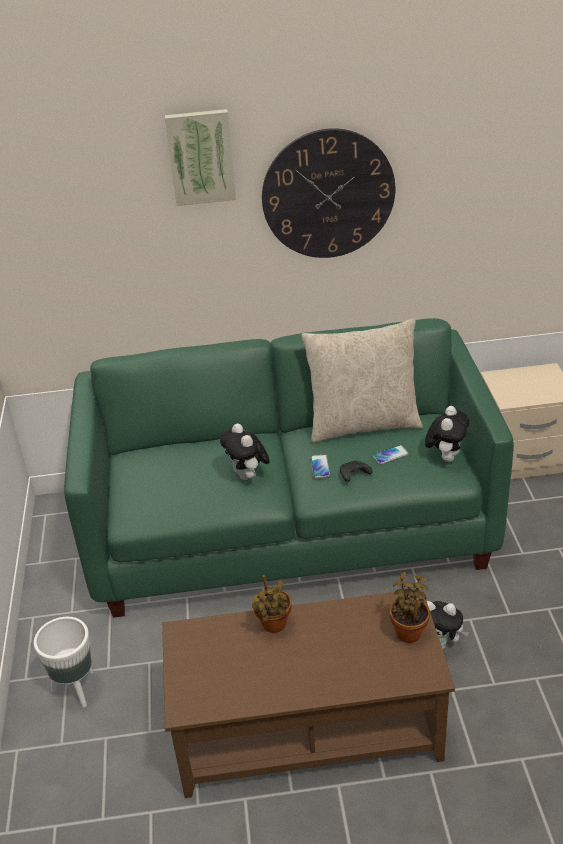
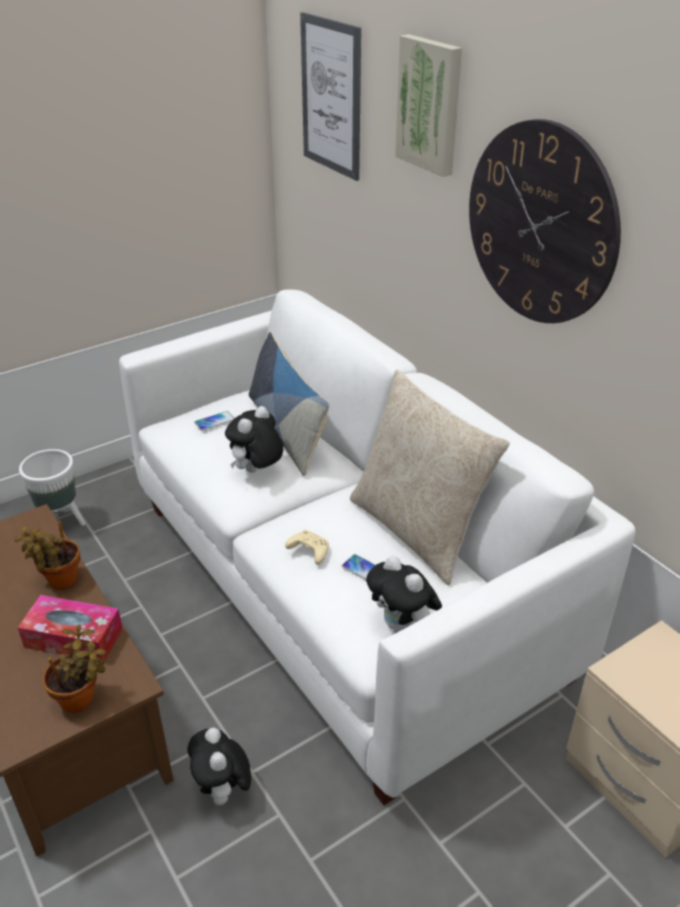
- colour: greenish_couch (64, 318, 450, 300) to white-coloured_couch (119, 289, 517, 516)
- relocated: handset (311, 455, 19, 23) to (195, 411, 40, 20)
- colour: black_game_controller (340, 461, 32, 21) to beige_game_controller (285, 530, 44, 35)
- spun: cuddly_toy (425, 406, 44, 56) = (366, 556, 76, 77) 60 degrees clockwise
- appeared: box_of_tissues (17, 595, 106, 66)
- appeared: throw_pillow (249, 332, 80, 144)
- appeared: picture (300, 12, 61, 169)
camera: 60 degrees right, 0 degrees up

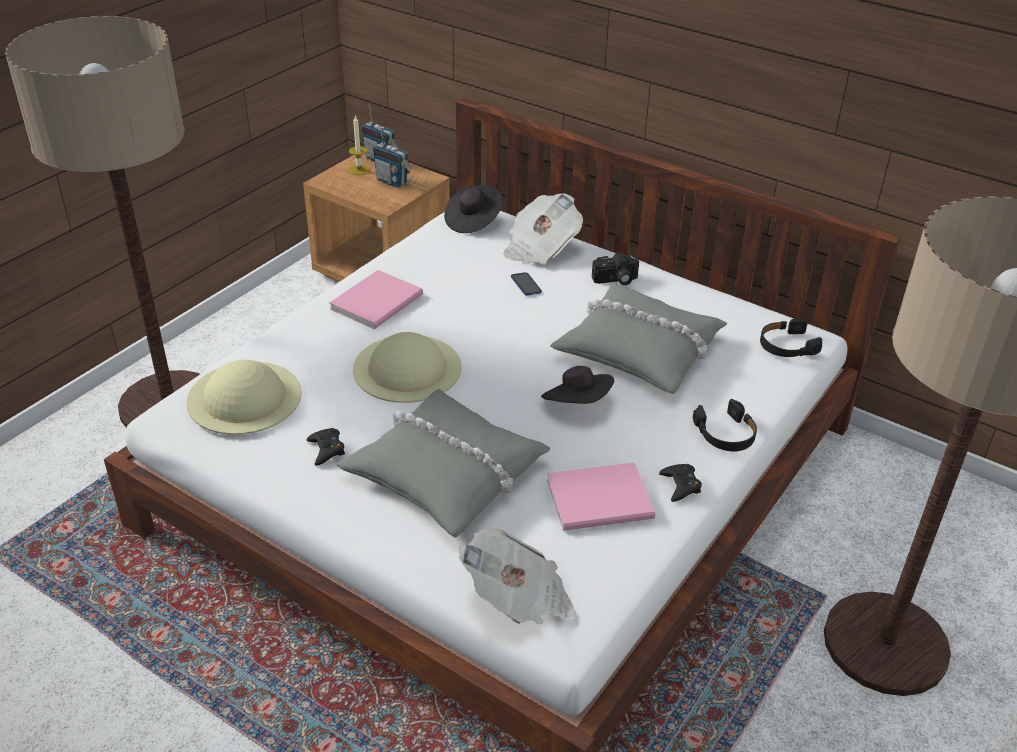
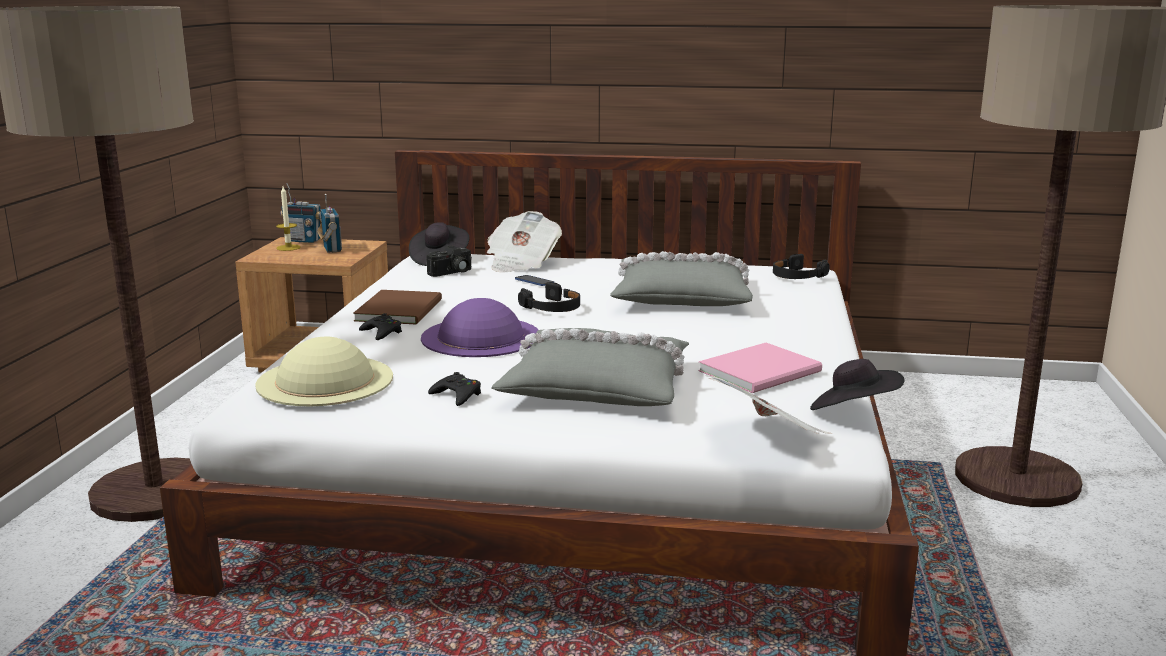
- colour: pink_book (329, 270, 94, 59) to brown-coloured_book (353, 290, 89, 35)
- colour: beige_wearable_hat (353, 332, 109, 71) to purplish_wearable_hat (421, 298, 117, 59)
- spun: radio_set (373, 125, 39, 63) = (317, 194, 25, 59) 120 degrees counterclockwise
- relocated: black_wearable_hat (541, 366, 73, 38) to (810, 359, 95, 51)
- relocated: still_camera (592, 252, 47, 34) to (426, 246, 46, 31)
- relocated: black_game_controller (659, 464, 43, 38) to (359, 313, 43, 27)
- relocated: black_headphones (693, 399, 64, 53) to (518, 282, 62, 30)
camera: 25 degrees left, 20 degrees down

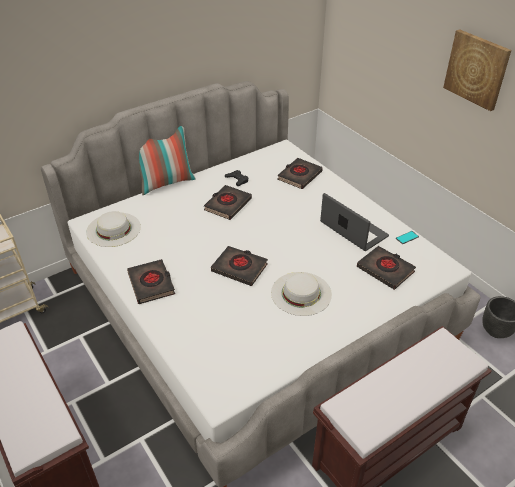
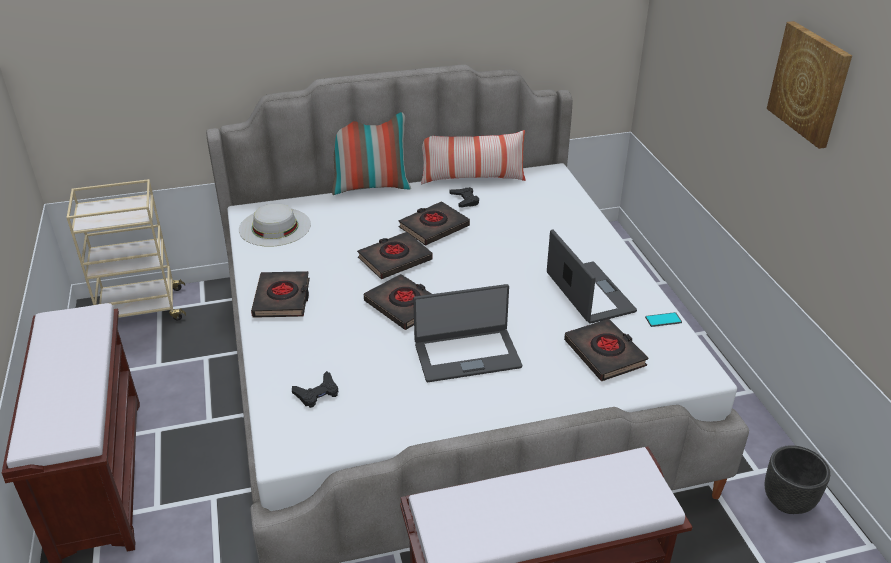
- exchanged: white-coloured_wearable_hat (271, 272, 61, 44) to portable_computer (413, 284, 109, 98)
- relocated: black_book (278, 158, 45, 31) to (357, 232, 76, 47)
- appeared: black_game_controller (292, 371, 46, 37)
- appeared: throw_pillow (421, 130, 105, 55)
camera: 20 degrees right, 5 degrees down

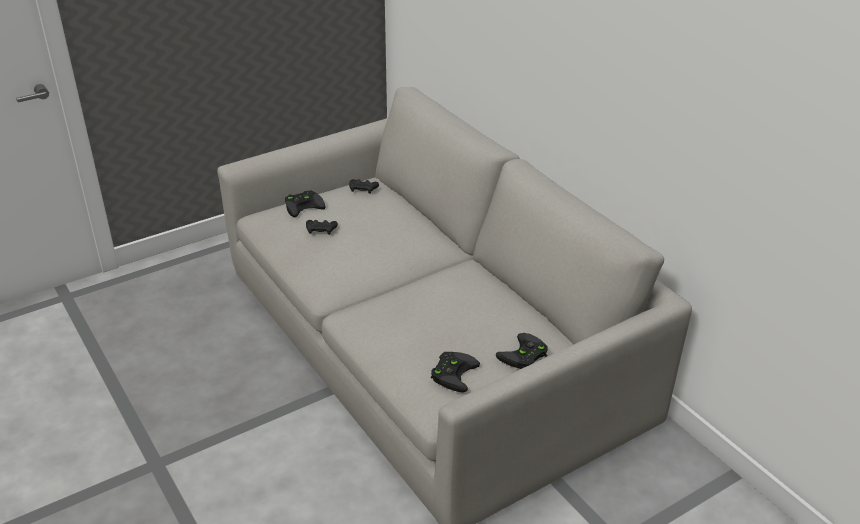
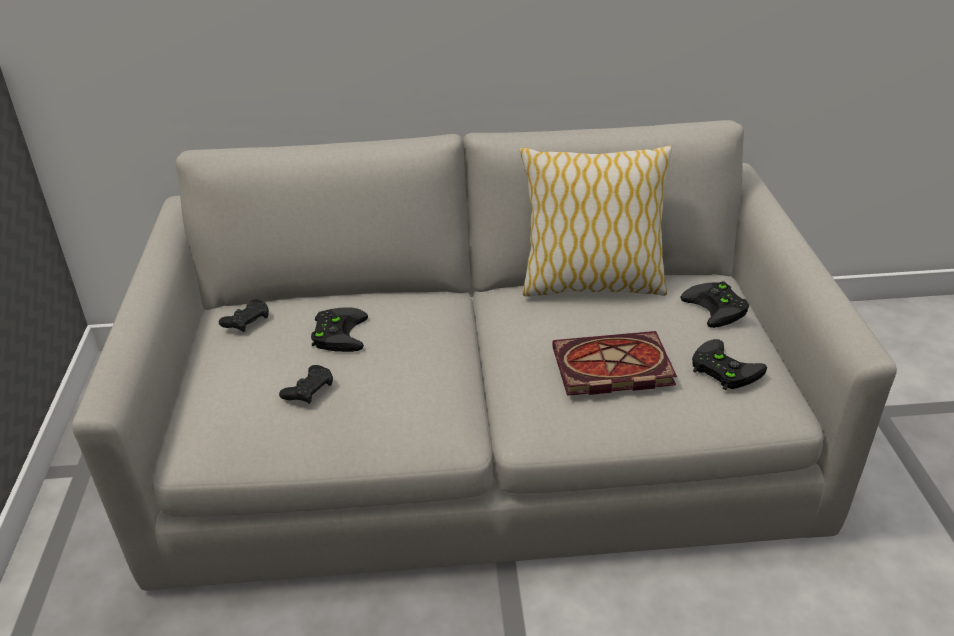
- relocated: black_game_controller (285, 190, 40, 27) to (311, 307, 57, 45)
- appeared: throw_pillow (520, 145, 152, 152)
- appeared: book (552, 331, 125, 65)
camera: 60 degrees left, 0 degrees up

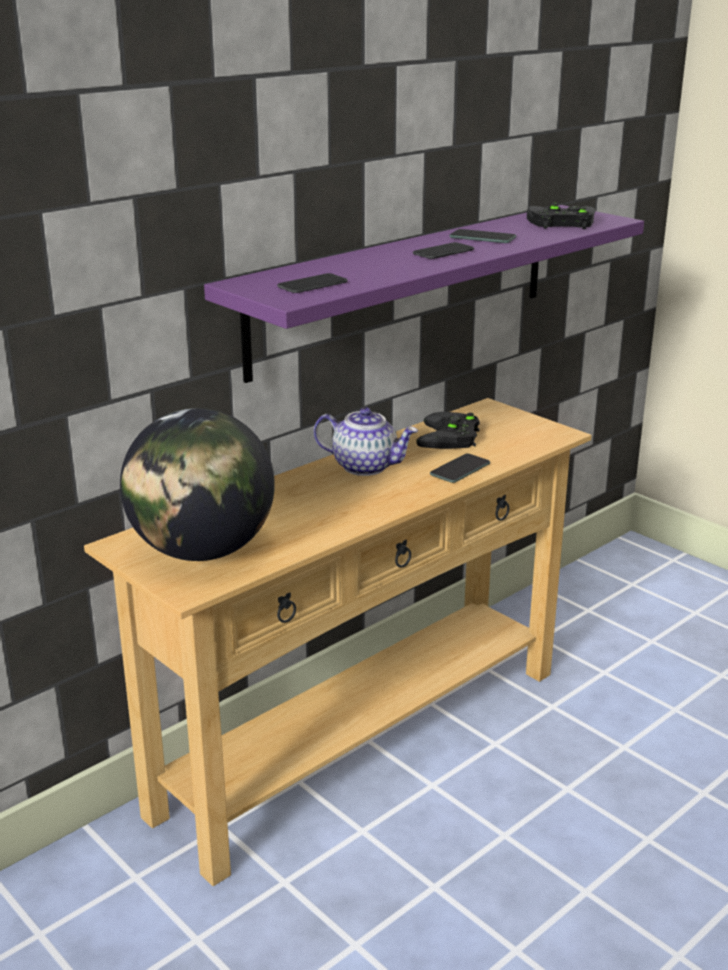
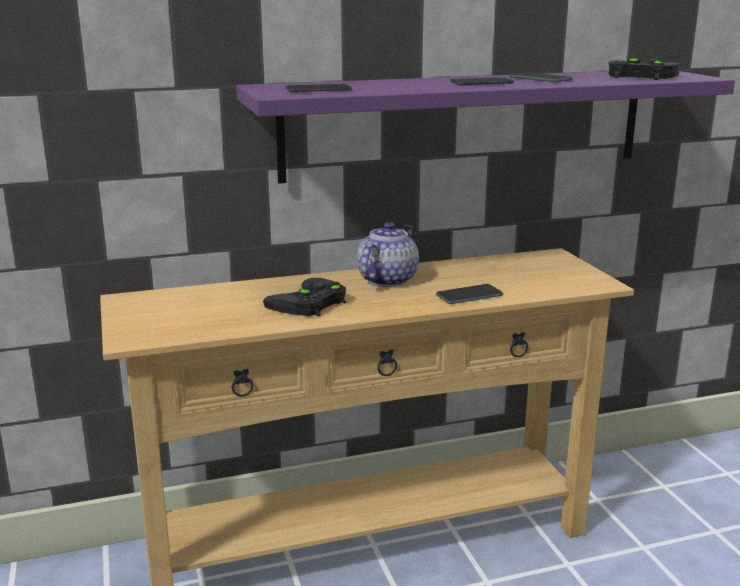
- missing: world_globe (120, 408, 155, 153)
- spun: tea_pot (314, 407, 104, 69) = (357, 222, 62, 65) 105 degrees counterclockwise
- relocated: black_game_controller (416, 412, 64, 37) to (263, 278, 83, 38)
camera: 25 degrees right, 5 degrees down

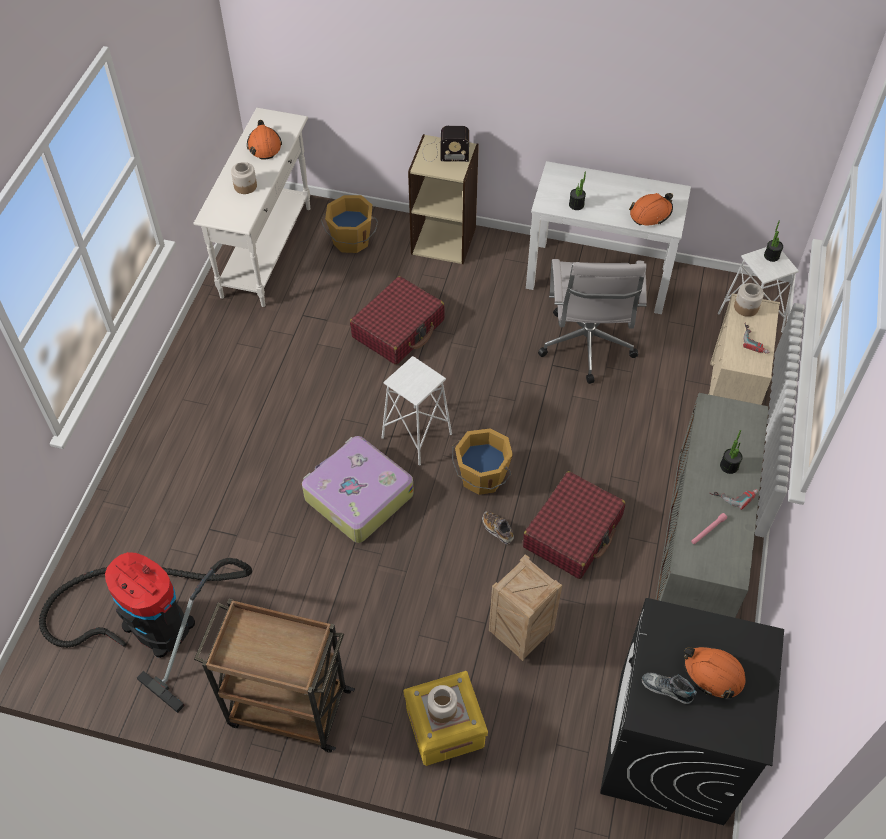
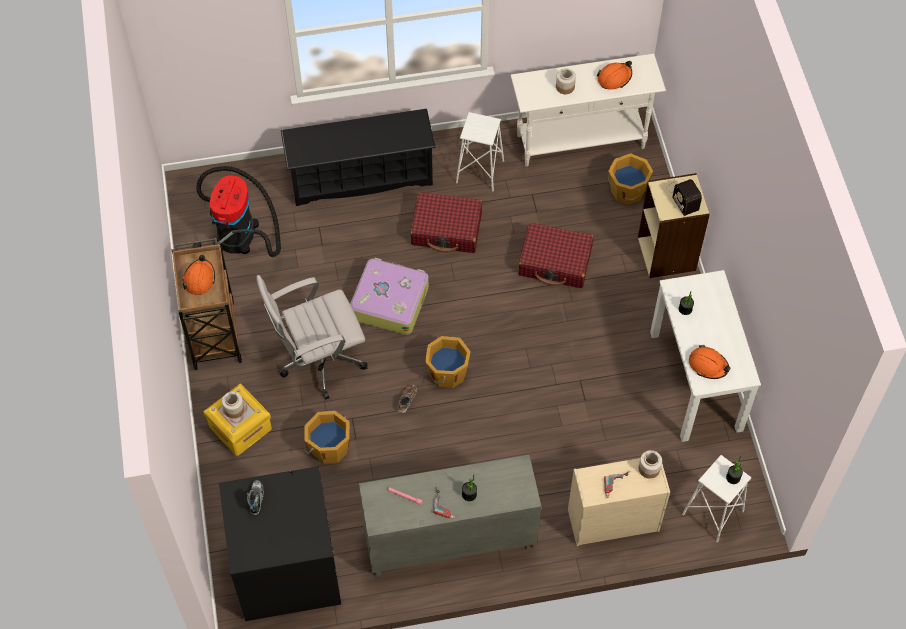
- relocated: white-coloured_stool (381, 356, 71, 109) to (456, 112, 48, 79)
- exchanged: crate (489, 554, 73, 107) to orangey_bucket (304, 411, 46, 53)
- relocated: red_suitcase (523, 471, 102, 108) to (410, 192, 72, 61)
- relocated: white-coloured_desk_chair (538, 259, 109, 125) to (256, 275, 112, 125)
- relocated: orangey_hard_hat (683, 646, 63, 53) to (183, 254, 32, 41)
- appeared: black_shoe_shelf (281, 109, 155, 97)
camera: 65 degrees right, 5 degrees up

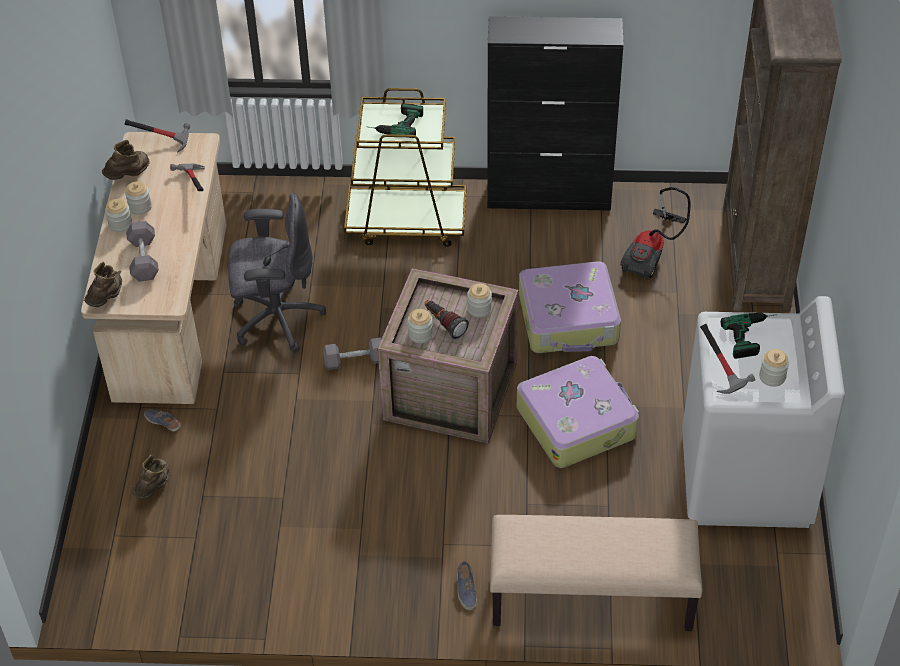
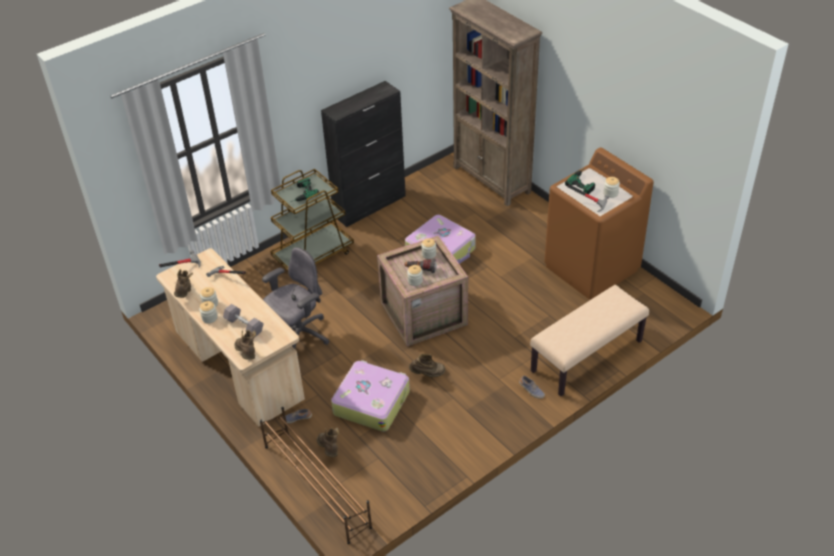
- missing: grey_dumbbell (323, 337, 59, 33)
- relocated: suitcase (517, 356, 122, 112) to (331, 360, 79, 72)
- missing: vacuum_cleaner (621, 187, 70, 93)
- colour: white-coloured_laundry_machine (682, 296, 163, 232) to brown-coloured_laundry_machine (544, 148, 110, 152)
- appeared: brown-coloured_shoe_shelf (260, 407, 112, 137)
- appeared: brown-coloured_boot (409, 354, 36, 23)
camera: 40 degrees left, 5 degrees down

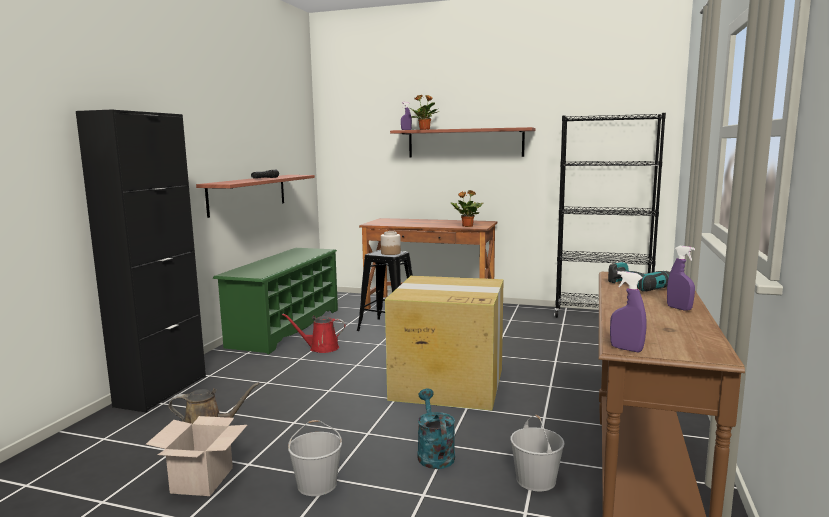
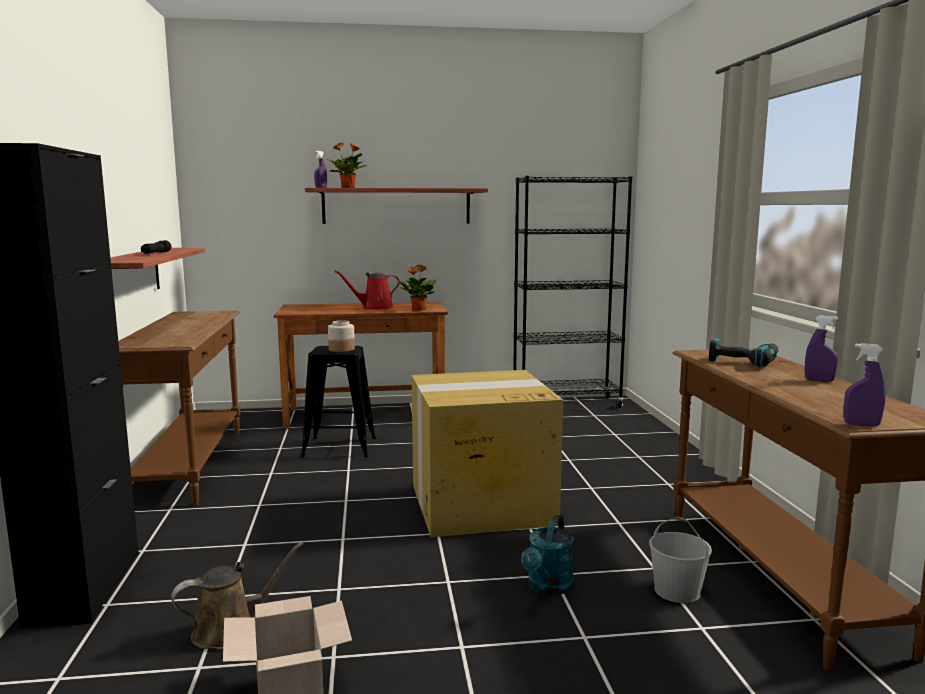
- exchanged: greenish_shoe_shelf (213, 248, 125, 106) to brown-coloured_console_table (118, 311, 122, 195)
- relocated: red_watering_can (282, 314, 64, 39) to (334, 270, 66, 39)
- missing: white-coloured_bucket (288, 420, 54, 76)
- spun: turquoise-coloured_watering_can (417, 389, 38, 80) = (521, 515, 53, 80) 120 degrees counterclockwise
camera: 25 degrees left, 0 degrees up

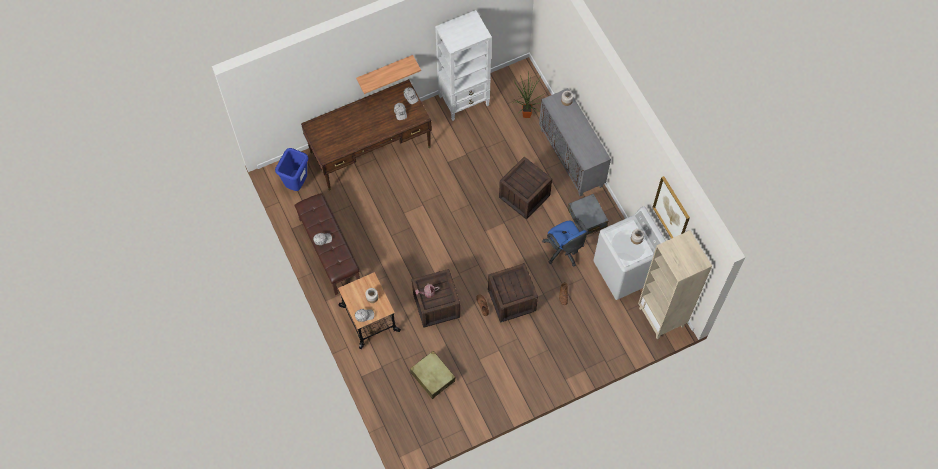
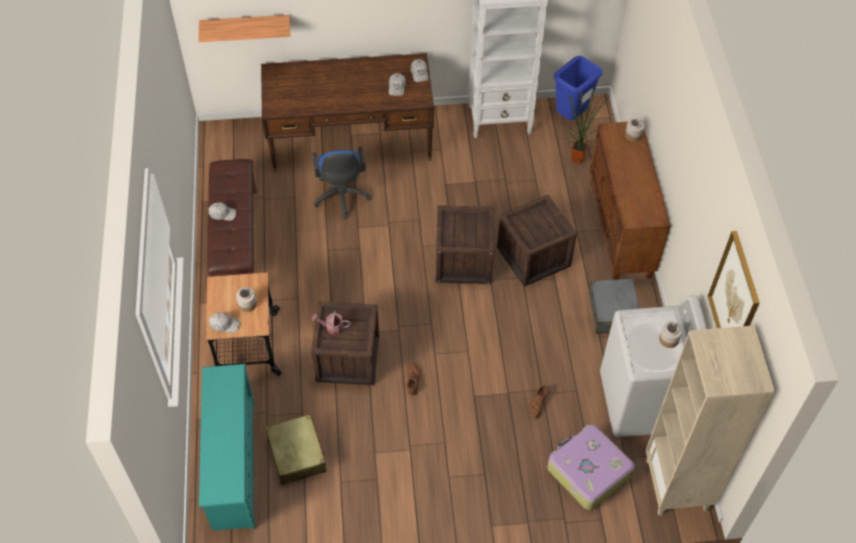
- relocated: bluish_waste_bin (275, 148, 34, 43) to (554, 56, 48, 64)
- relocated: shelf (356, 55, 65, 39) to (198, 15, 92, 27)
- relocated: crate (488, 263, 50, 60) to (436, 205, 58, 79)
- colour: grey_storage_cabinet (539, 88, 72, 108) to brown-coloured_storage_cabinet (589, 122, 82, 158)
- relocated: bluish_desk_chair (542, 219, 46, 48) to (312, 147, 59, 72)
- appeared: turquoise-coloured_shoe_shelf (199, 364, 56, 167)
- appeared: suitcase (547, 424, 88, 86)
camera: 20 degrees right, 10 degrees down

